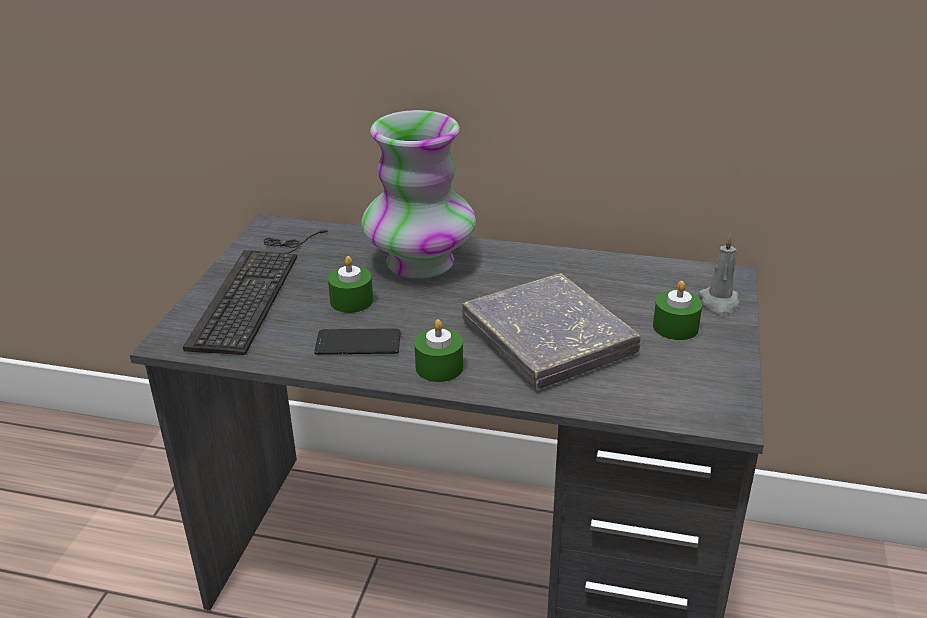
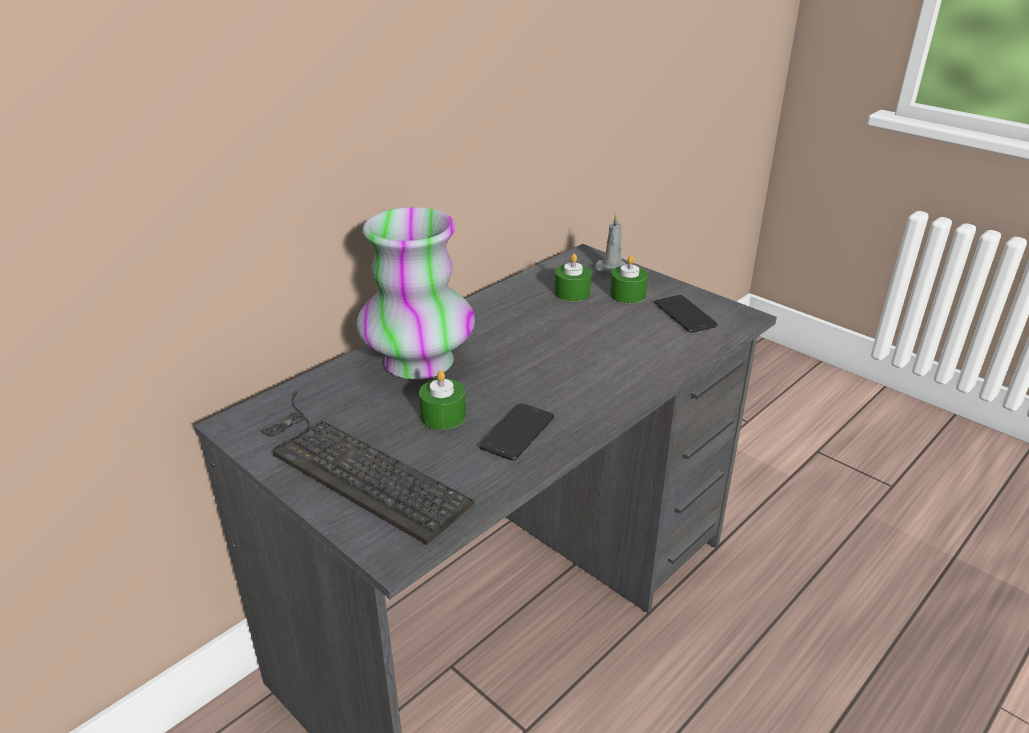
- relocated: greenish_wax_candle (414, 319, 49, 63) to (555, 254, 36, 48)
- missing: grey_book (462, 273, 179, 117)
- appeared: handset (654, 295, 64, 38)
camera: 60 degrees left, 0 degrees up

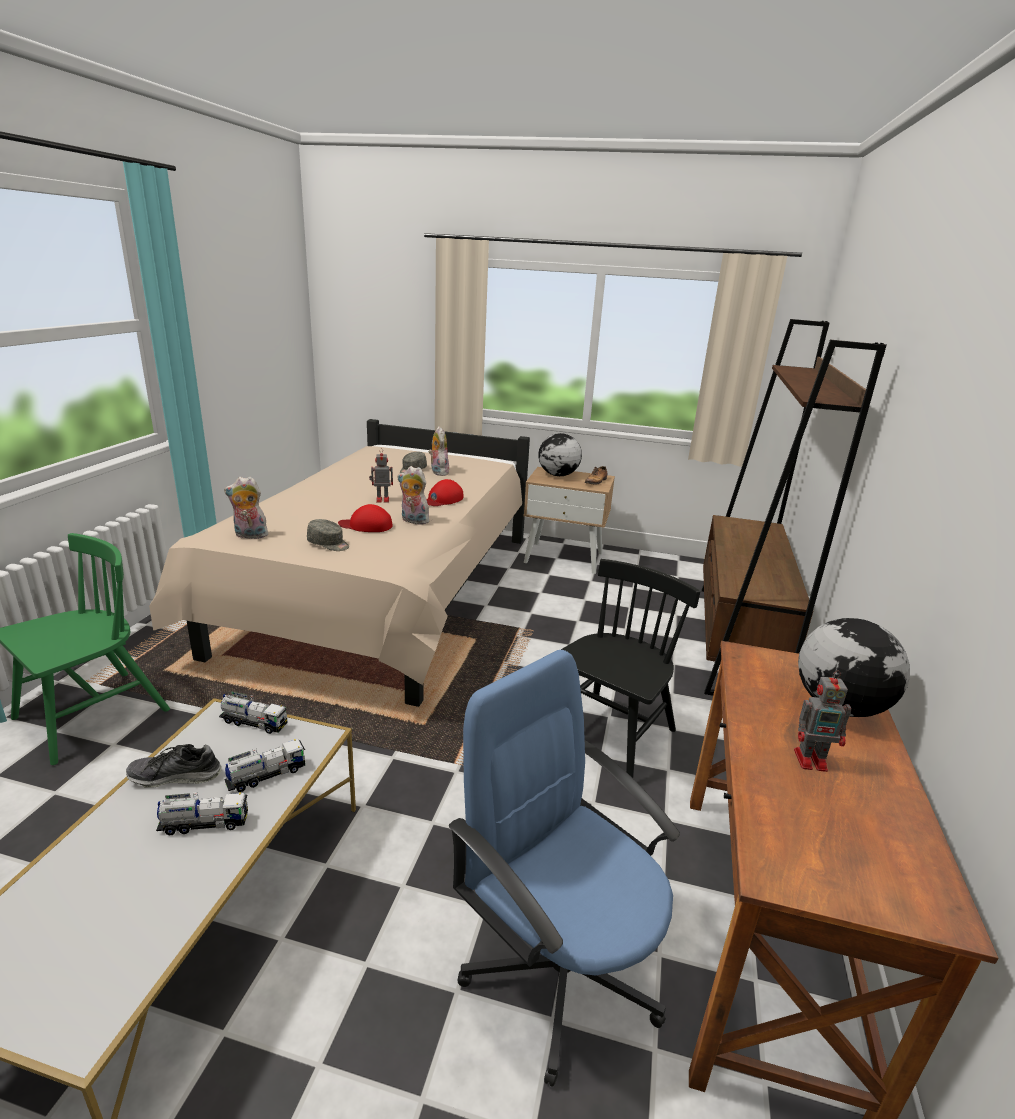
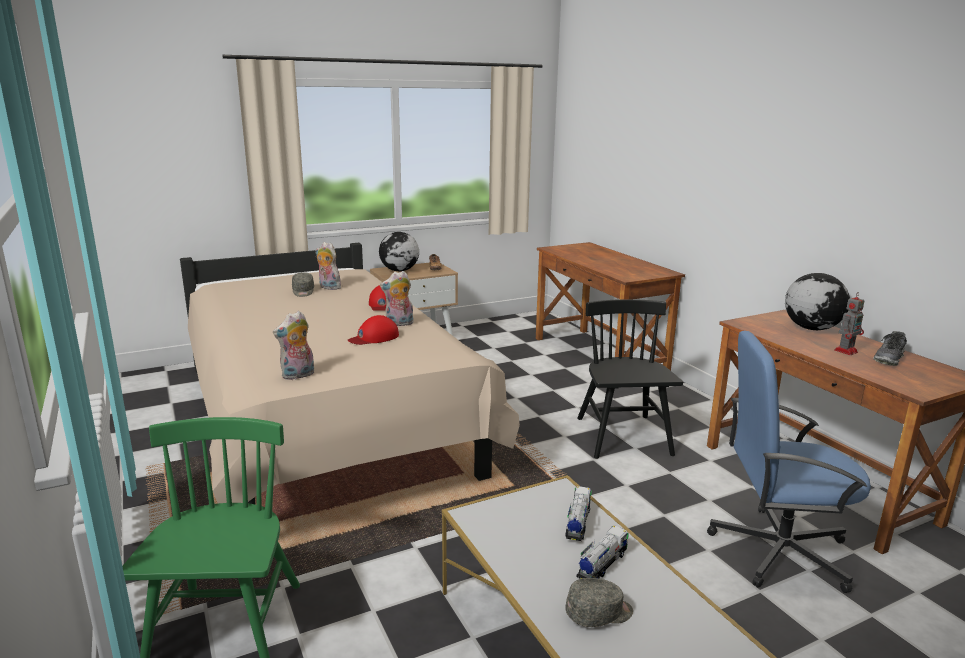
- relocated: shoe (126, 744, 96, 44) to (873, 331, 34, 35)
- missing: toy_truck (219, 691, 69, 43)
- relocated: grey_peaked_cap (307, 519, 42, 32) to (565, 578, 68, 49)
- missing: model_robot (369, 449, 24, 54)
- exchanged: brown-coloured_shelving_unit (702, 319, 185, 377) to brown-coloured_desk_table (536, 242, 149, 146)
camera: 40 degrees left, 5 degrees down

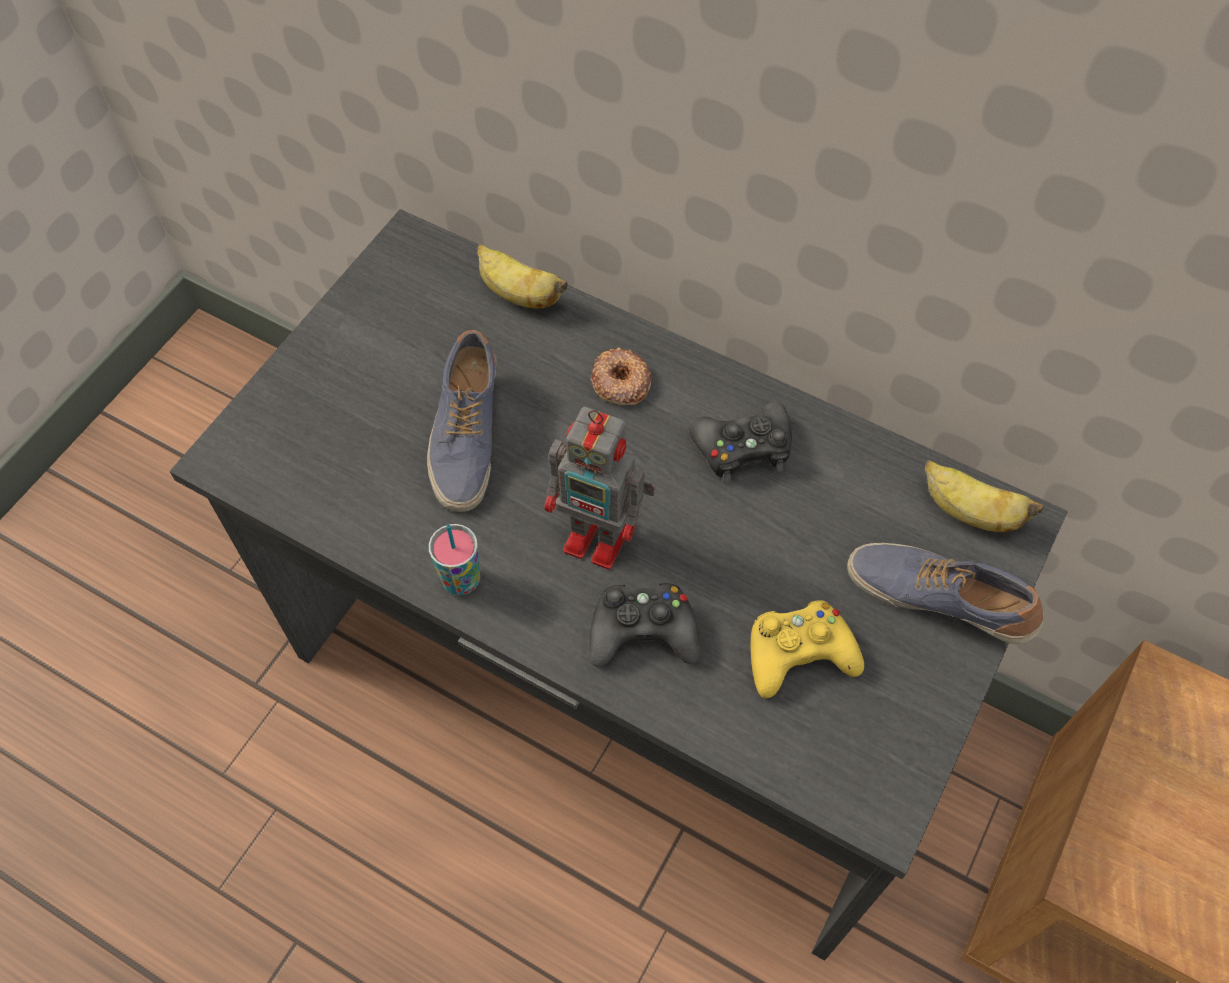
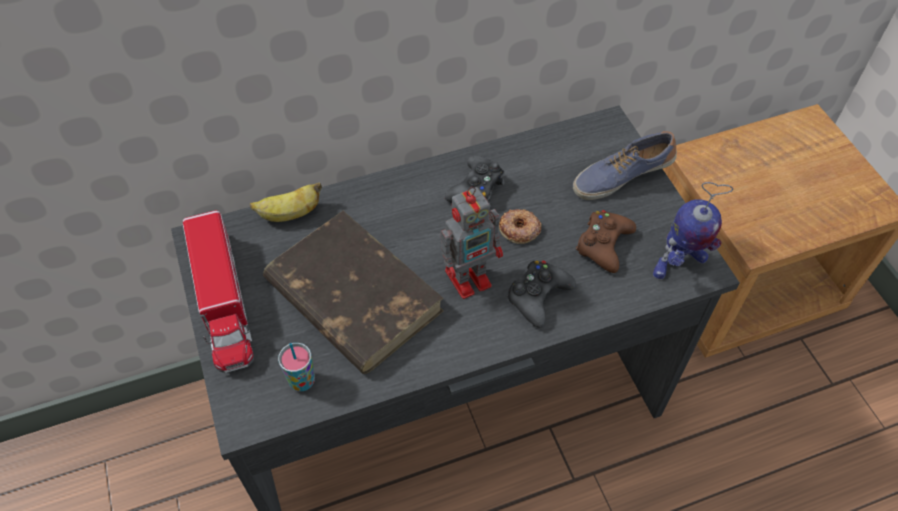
- exchanged: shoe (427, 330, 70, 182) to brown-coloured_book (263, 211, 181, 163)
- relocated: small_cup (429, 524, 51, 71) to (278, 343, 37, 48)
- relocated: donut (590, 347, 61, 58) to (499, 209, 42, 35)
- colour: yellow-coloured_game_controller (751, 600, 113, 98) to brown-coloured_game_controller (575, 210, 61, 63)
- missing: banana (925, 460, 118, 72)
- appeared: toy_truck (183, 210, 71, 163)
- appeared: model_robot (653, 182, 80, 97)
camera: 50 degrees left, 5 degrees down

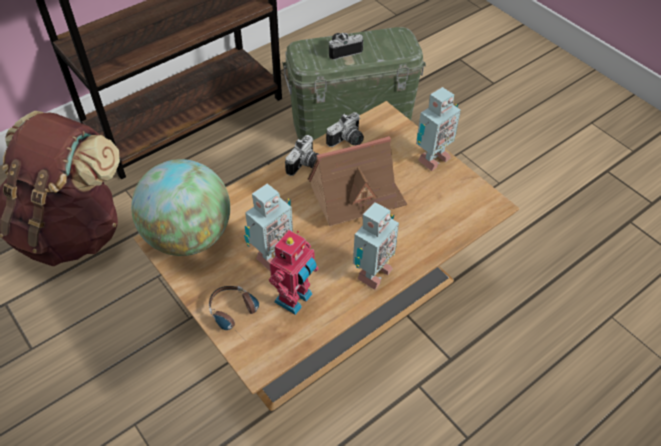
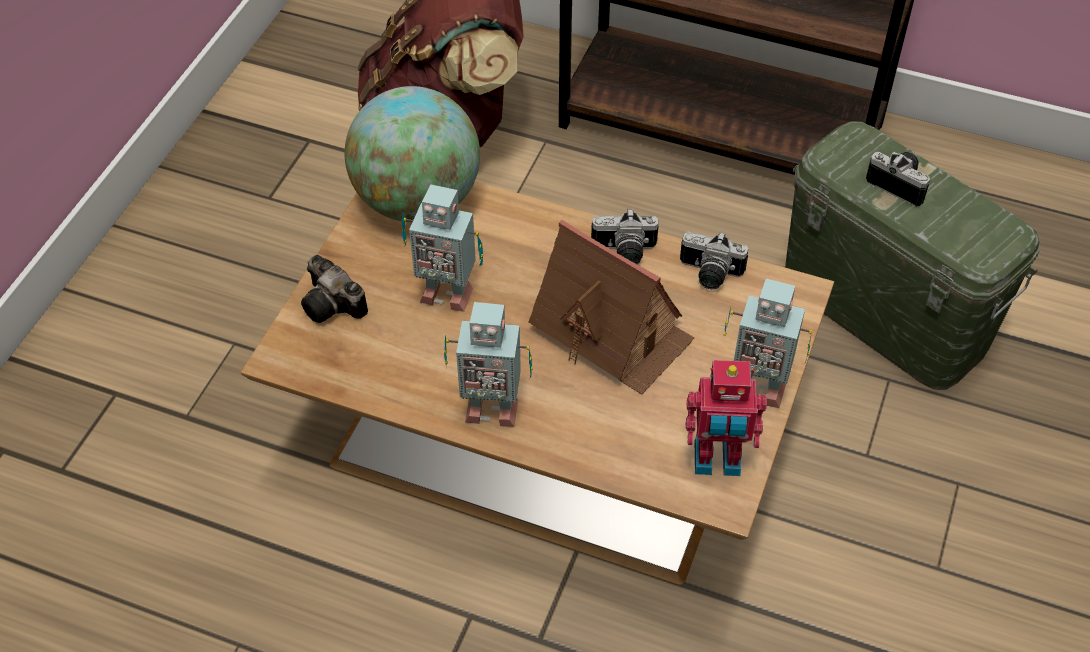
- exchanged: headphones (209, 286, 50, 44) to still_camera (301, 255, 67, 68)
- relocated: model_robot (269, 230, 50, 85) to (686, 360, 81, 116)
camera: 60 degrees right, 0 degrees up

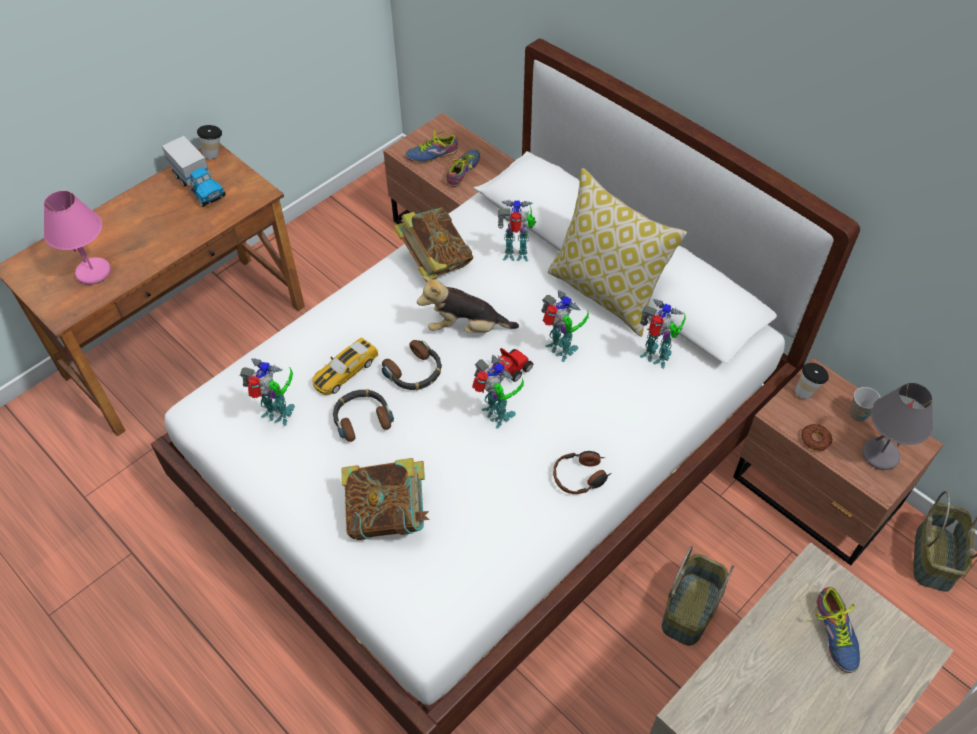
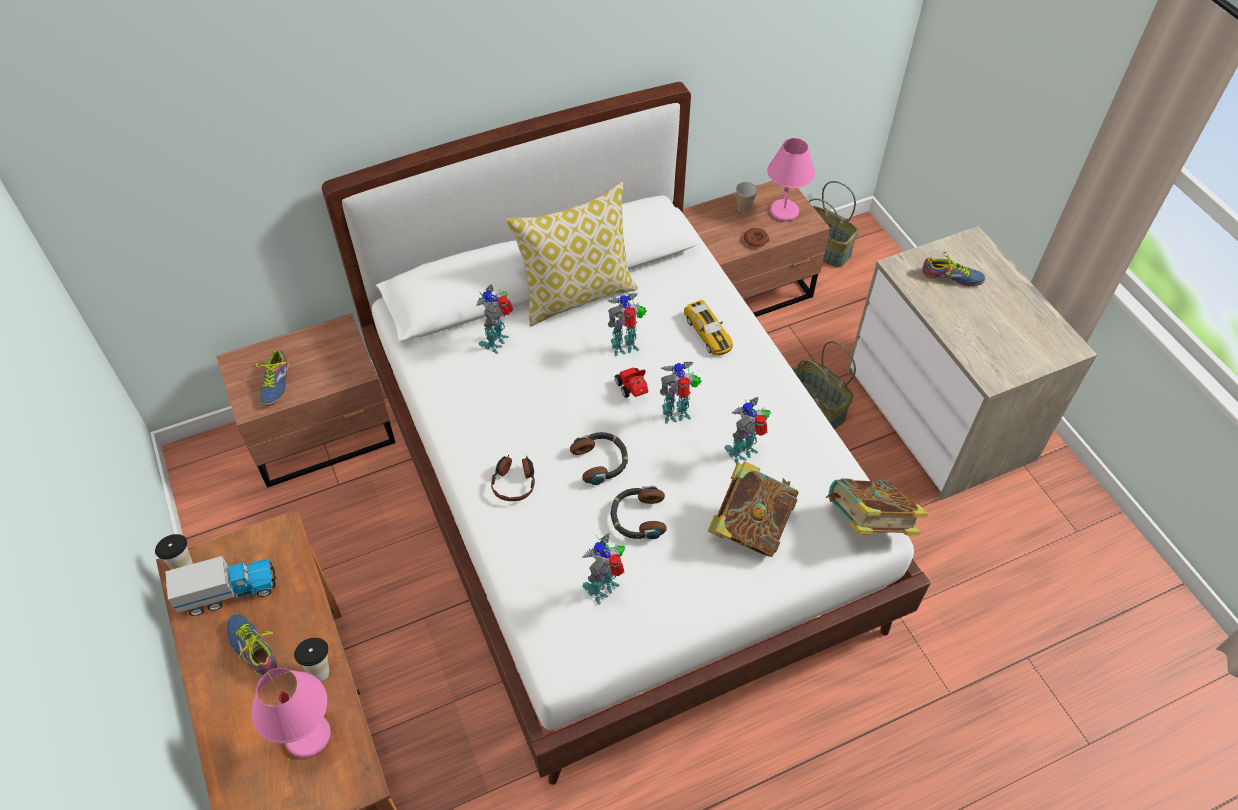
- relocated: miniature_car (312, 338, 66, 57) to (684, 300, 49, 56)
- relocated: book (393, 208, 80, 74) to (826, 478, 102, 57)
- missing: cuddly_toy (417, 276, 102, 57)
- relocated: shoe (447, 149, 33, 38) to (226, 614, 52, 63)
- relocated: headphones (553, 451, 58, 43) to (491, 454, 44, 47)
- relocated: model_robot (640, 299, 46, 70) to (725, 397, 46, 67)
- relocated: small_cup (795, 363, 34, 36) to (294, 638, 35, 44)
- colour: grey_lamp_for_a_table (862, 383, 71, 87) to pink_lamp_for_a_table (767, 138, 48, 83)
camera: 70 degrees left, 0 degrees up

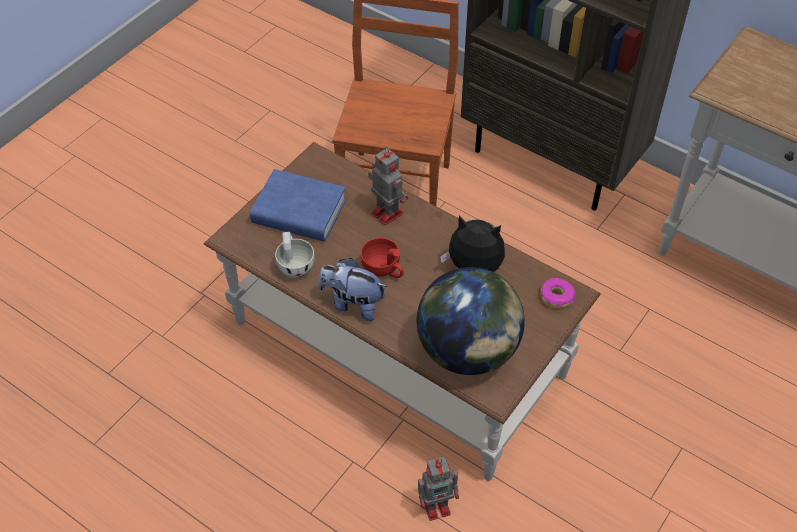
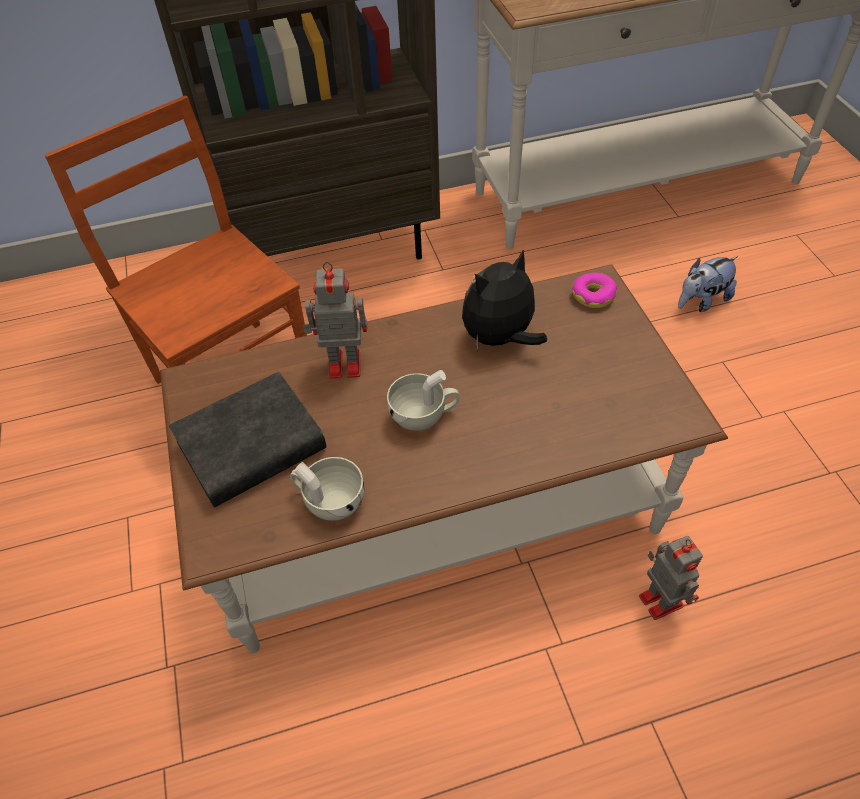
- colour: bluish_book (250, 169, 96, 73) to black_book (169, 372, 157, 135)
- relocated: cuddly_toy (318, 258, 69, 63) to (678, 256, 60, 56)
- colour: red_small_cup (361, 238, 42, 40) to white-coloured_small_cup (387, 370, 73, 61)
- missing: world_globe (417, 267, 108, 108)
- spun: model_robot (418, 457, 41, 64) = (639, 536, 64, 84) 45 degrees counterclockwise
camera: 50 degrees left, 0 degrees up

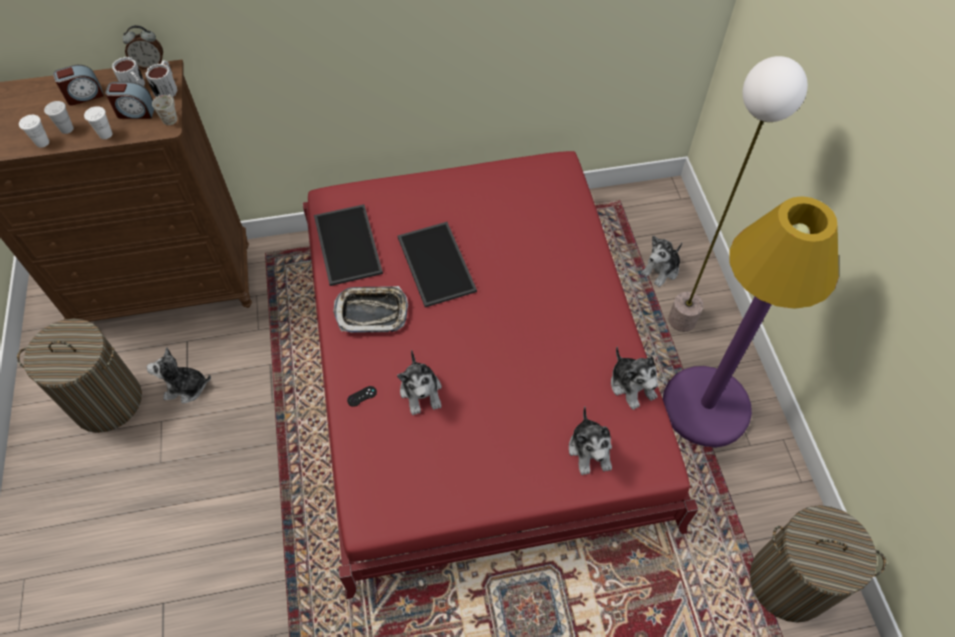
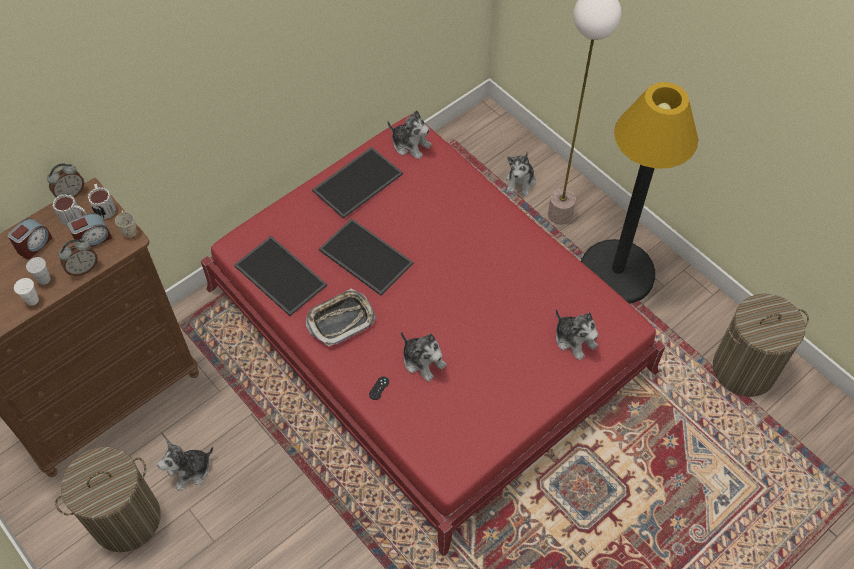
- exchanged: white-coloured_small_cup (84, 106, 28, 33) to table_clock (59, 239, 39, 37)
- relocated: cuddly_toy (611, 347, 47, 63) to (387, 110, 45, 49)
- colour: purplish_standing_lamp (663, 196, 176, 252) to black_standing_lamp (581, 82, 118, 222)
- appeared: tray (312, 147, 91, 72)
camera: 30 degrees left, 0 degrees up

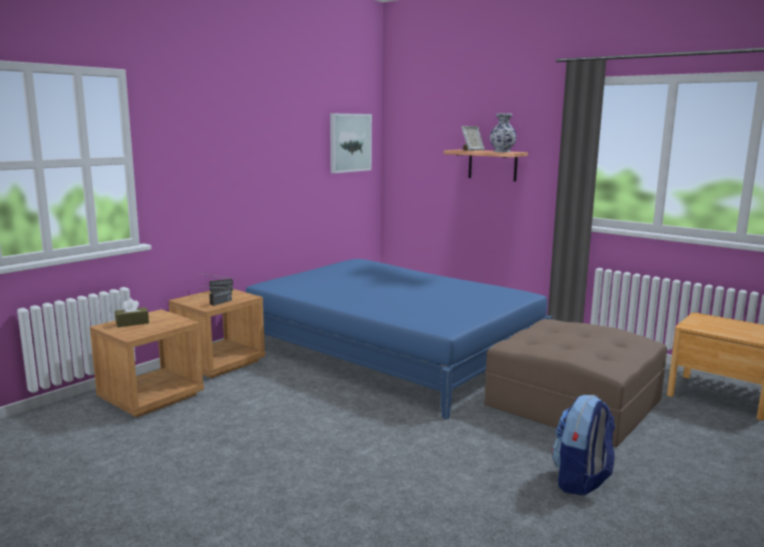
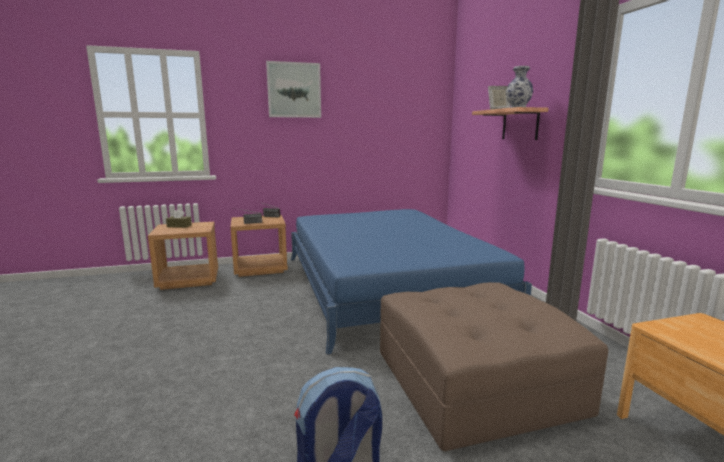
- relocated: picture (330, 113, 42, 60) to (266, 61, 55, 57)
camera: 35 degrees right, 0 degrees up

